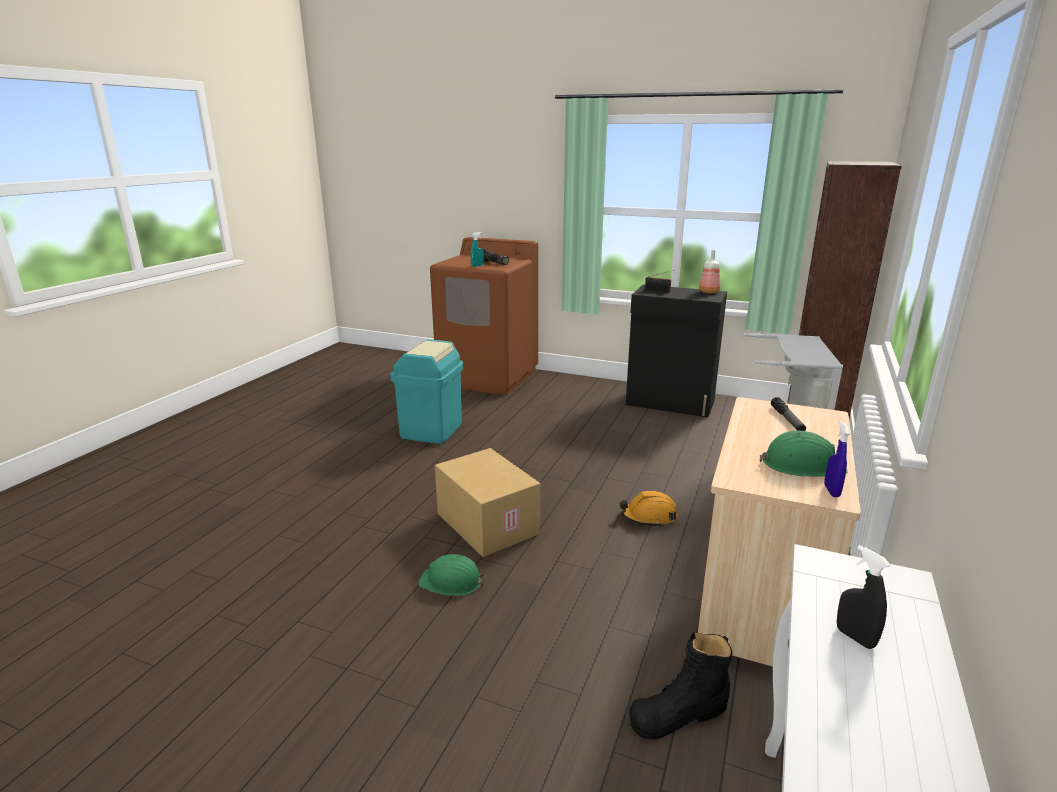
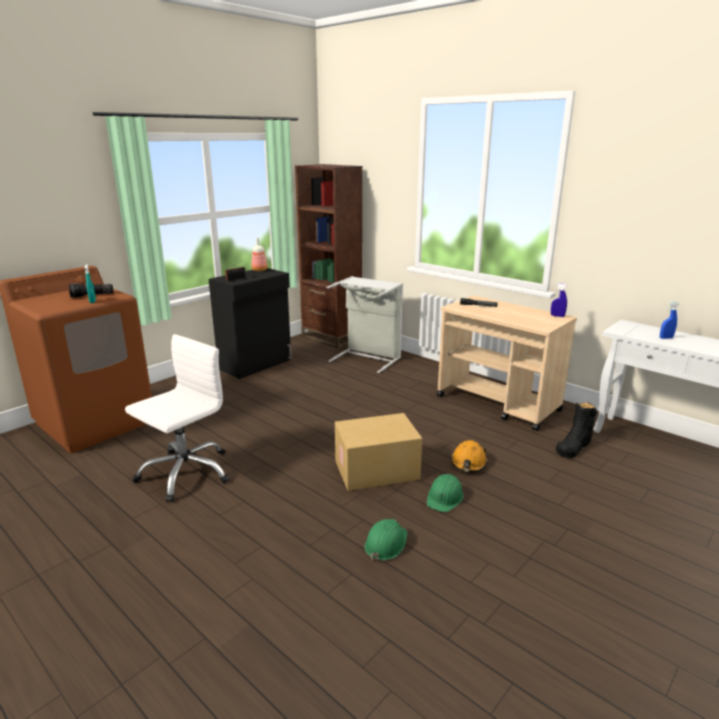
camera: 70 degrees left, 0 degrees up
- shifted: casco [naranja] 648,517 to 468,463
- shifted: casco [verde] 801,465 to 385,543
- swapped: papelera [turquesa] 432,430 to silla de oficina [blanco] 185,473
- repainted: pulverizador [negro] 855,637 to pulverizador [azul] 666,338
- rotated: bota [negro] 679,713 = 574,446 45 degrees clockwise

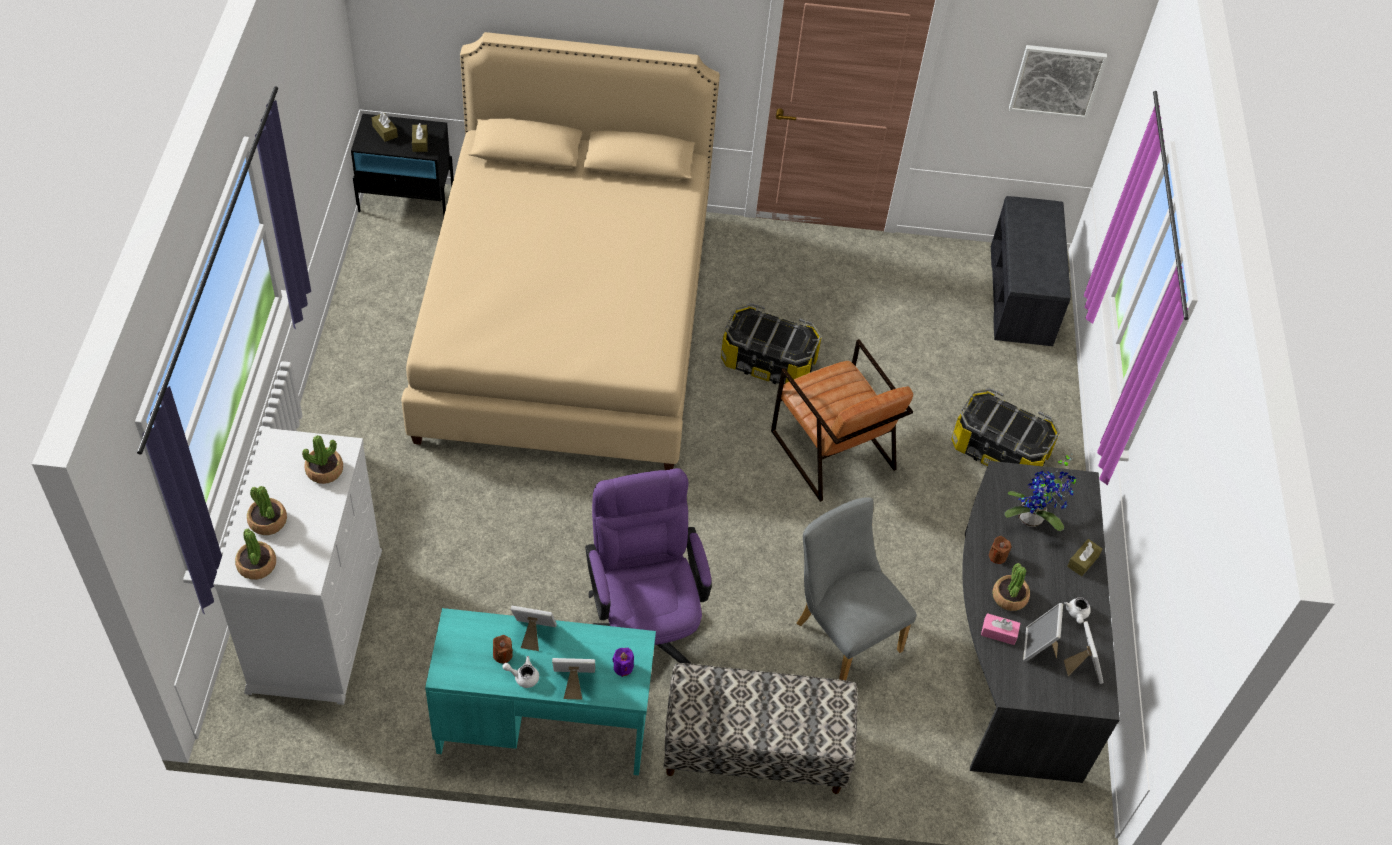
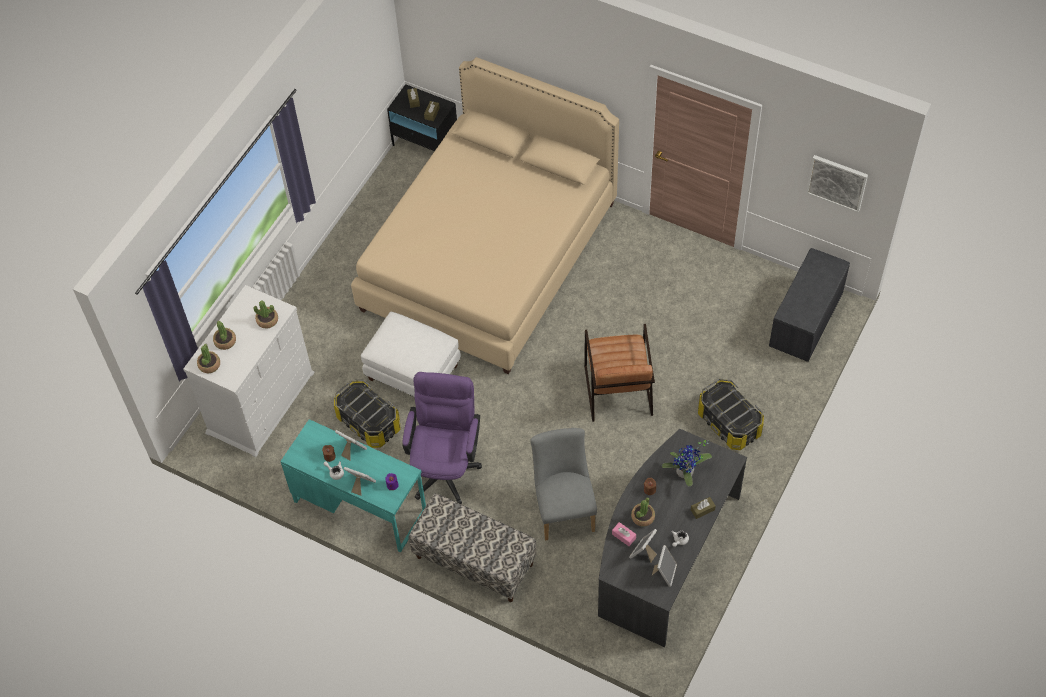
camera: 30 degrees right, 5 degrees up
- new: puf [blanco] 414,372
- shifted: caja de almacenaje 768,363 to 368,422

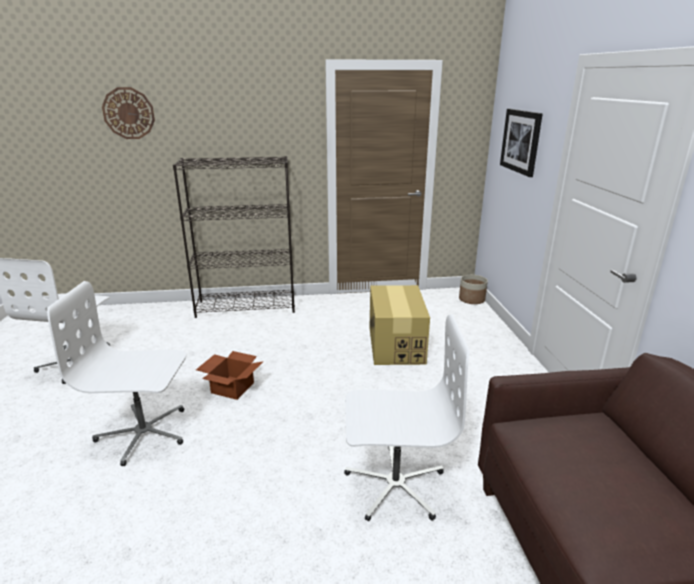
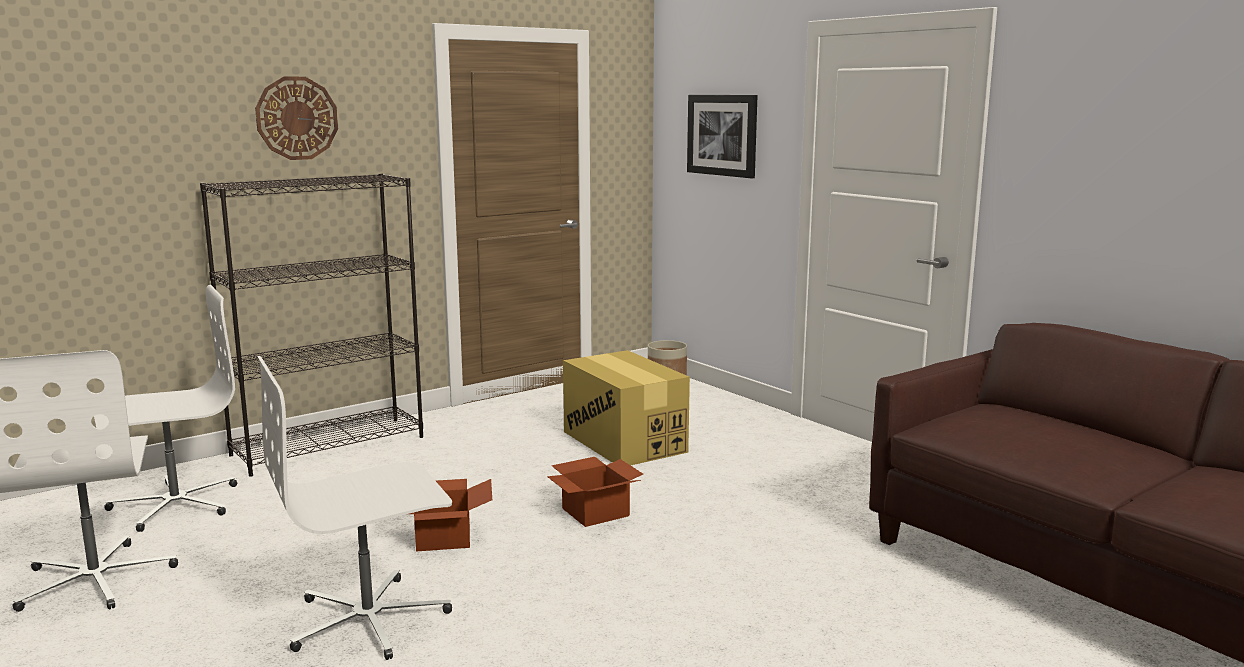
camera: 30 degrees left, 10 degrees down
- new: caja de cartón 595,511
- shifted: reloj de pared 128,113 to 297,118
- shifted: silla de oficina [blanco] 394,484 to 174,504

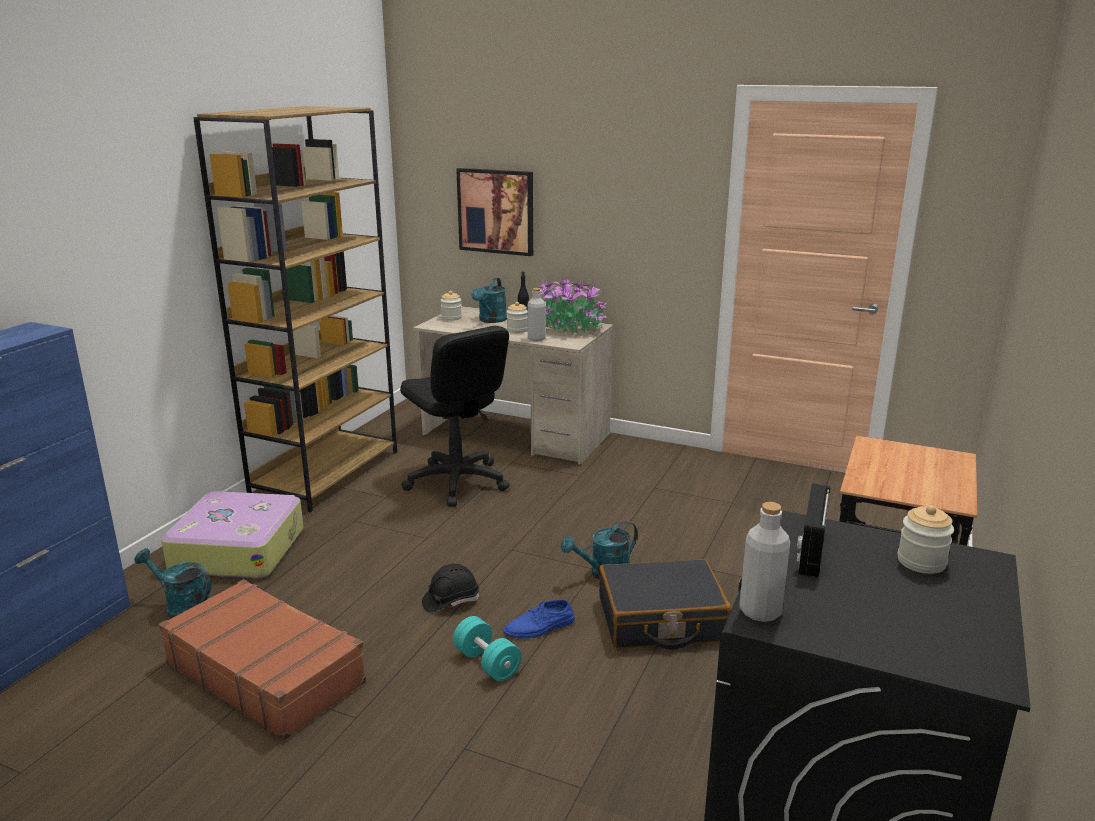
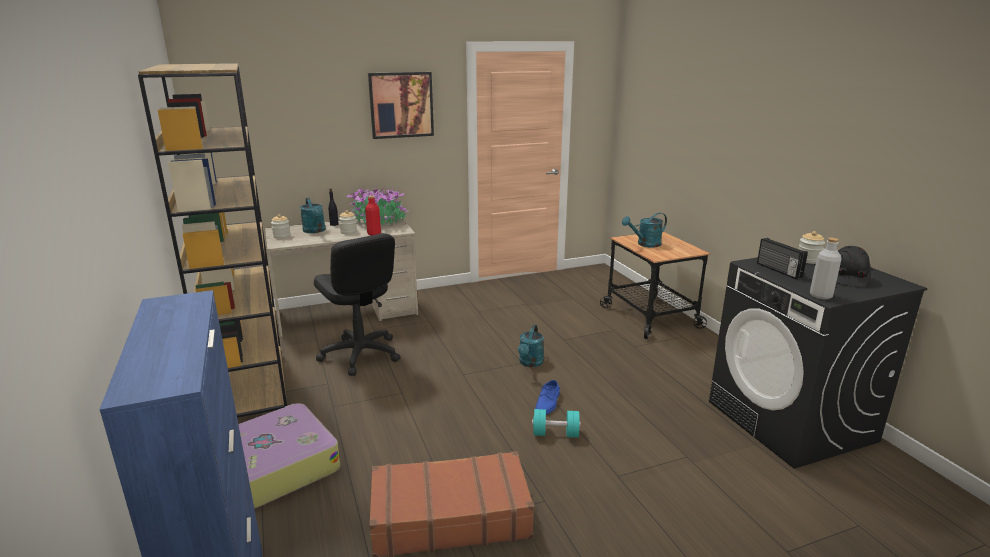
camera: 45 degrees left, 0 degrees up
- gone: maleta [negro] 661,620
- shifted: regadera [turquesa] 182,607 to 645,244
- shifted: casco [negro] 450,601 to 847,278
- shifted: cuadro 496,211 to 401,105
- repainted: botella [gris] 536,339 to botella [rojo] 374,233
- rotated: silla de oficina [negro] 456,482 = 360,354 45 degrees clockwise

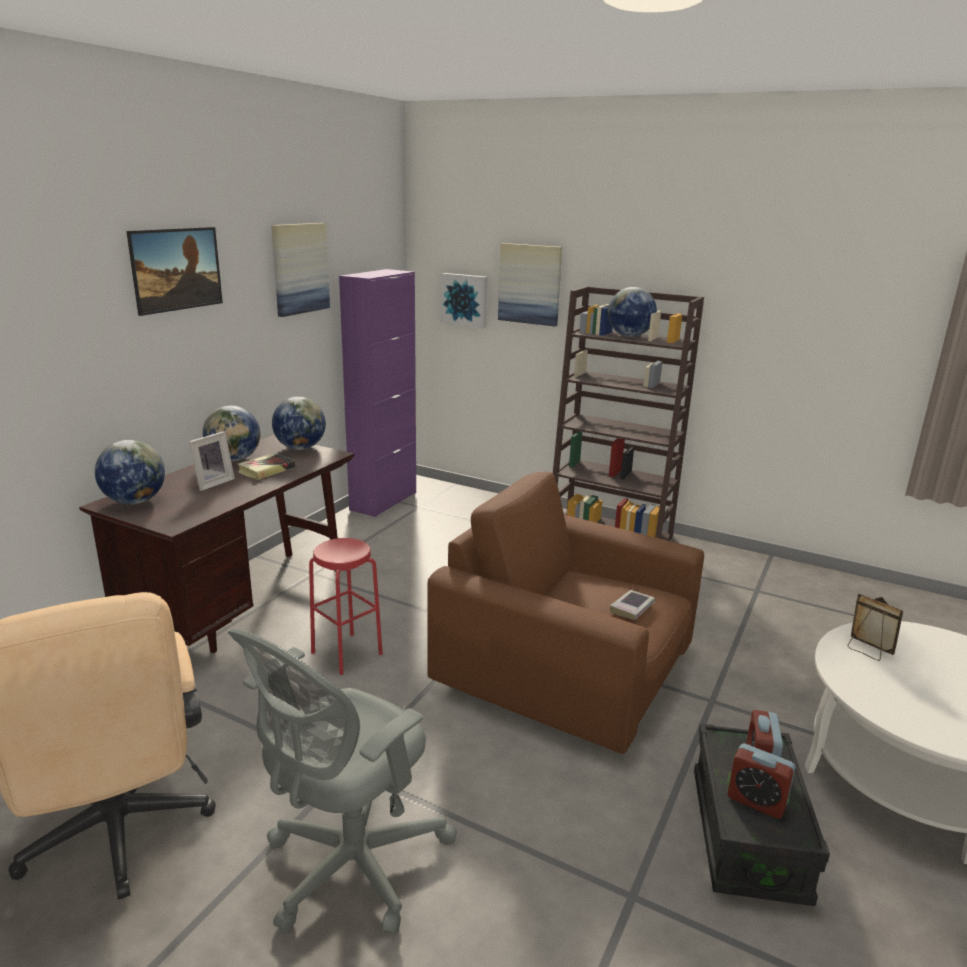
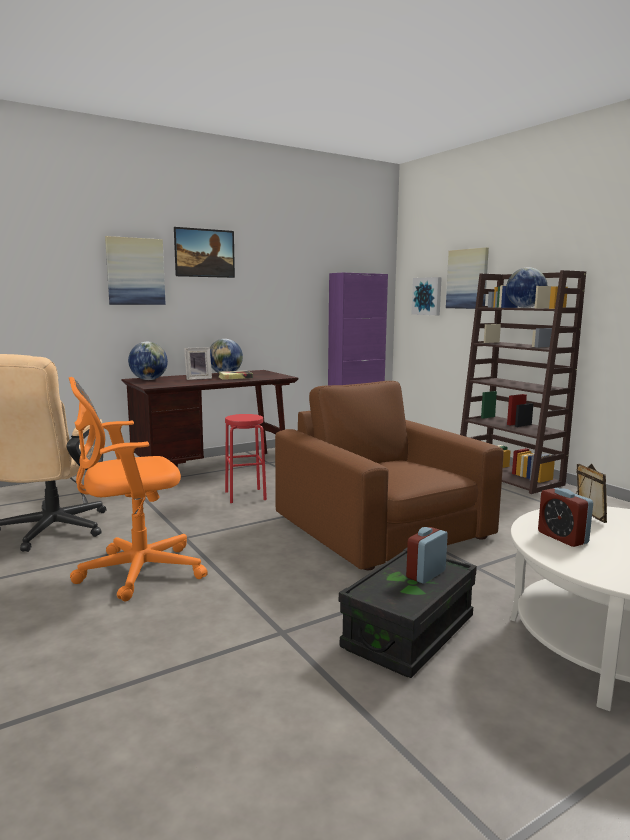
camera: 30 degrees right, 10 degrees down
- gone: globo terráqueo 300,448
- gone: libro 632,608
- shifted: cuadro 300,268 to 135,271
- shifted: despertador 756,801 to 562,538
- repainted: silla de oficina [gris] 349,868 to silla de oficina [naranja] 134,572

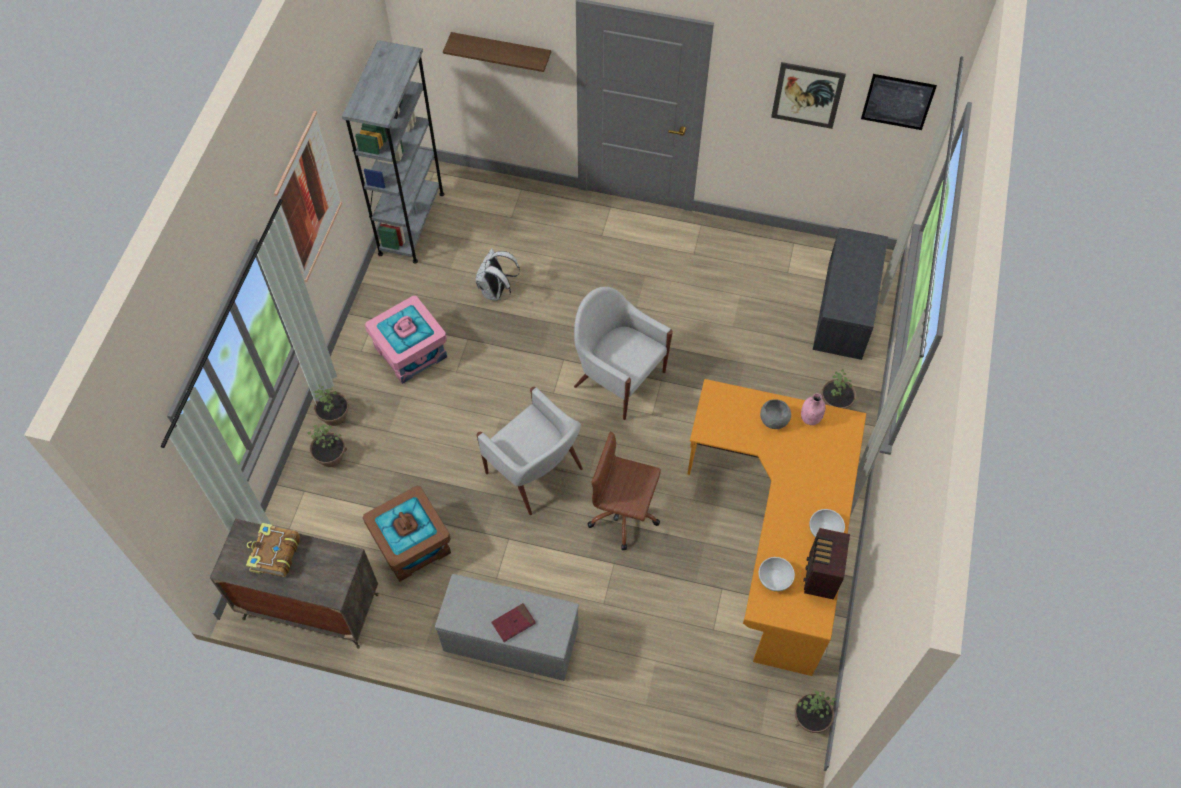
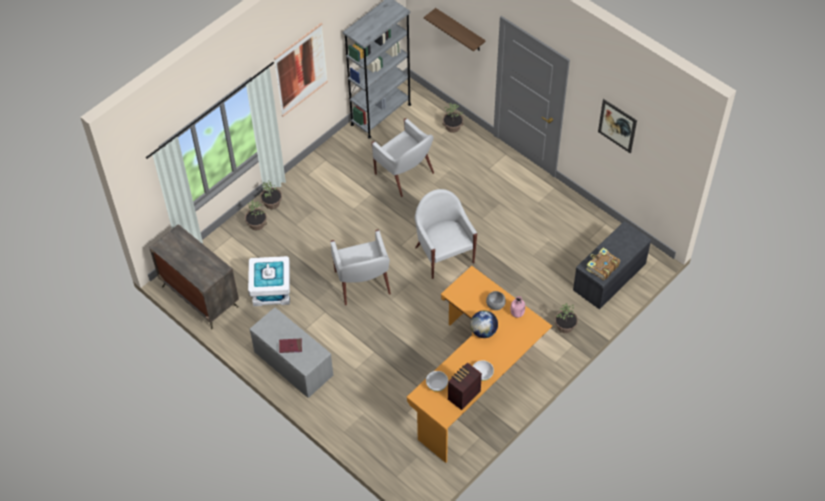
camera: 30 degrees right, 5 degrees down
- gone: caja de almacenaje [rosa] 410,351
- gone: silla de oficina [marrón] 625,514
- gone: cuadro 898,101
- new: globo terráqueo 483,331
- shifted: libro 274,554 to 602,267
- shifted: planta en maceta 811,719 to 452,127
- swapped: mochila [blanco] 496,291 to sillón [blanco] 405,174
- repainted: caja de almacenaje [marrón] 411,544 to caja de almacenaje [blanco] 271,290

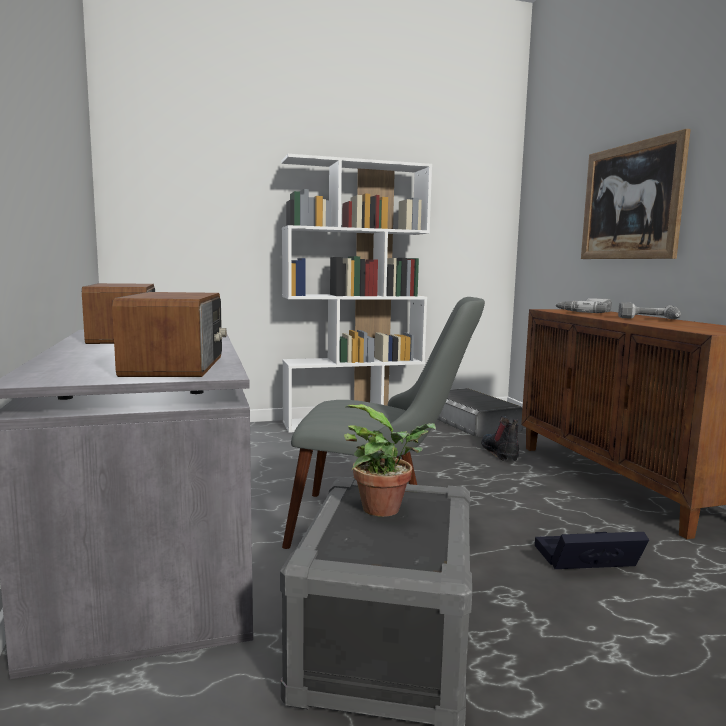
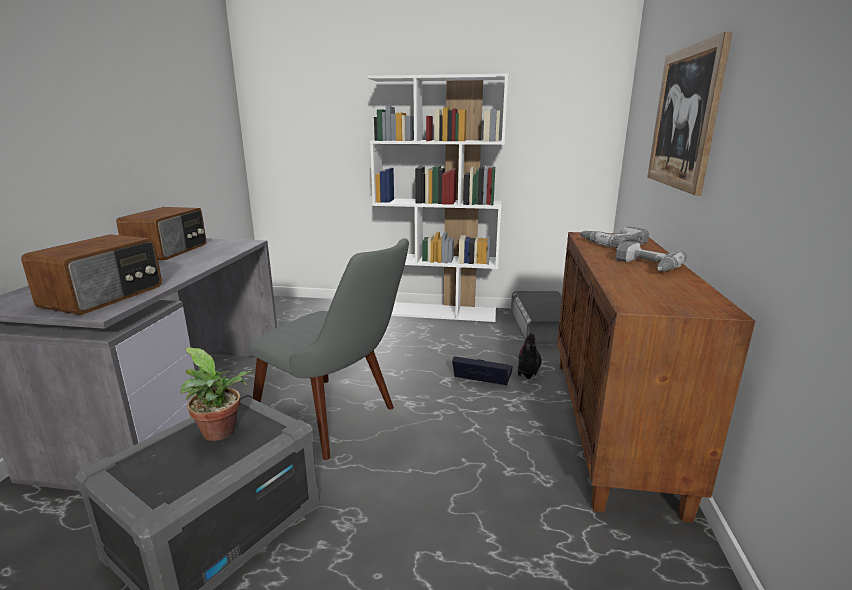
camera: 25 degrees right, 10 degrees up
- shifted: caja de almacenaje [negro] 585,560 to 480,376

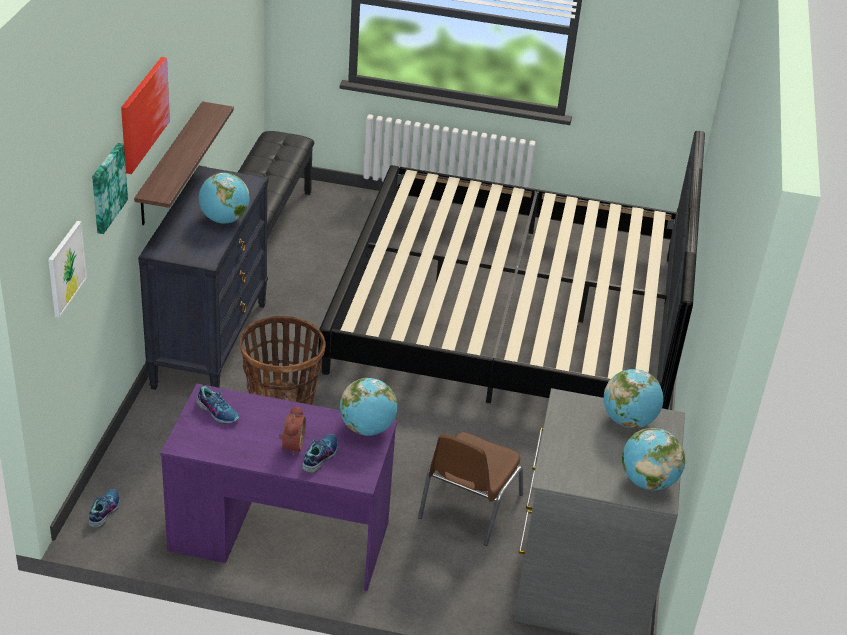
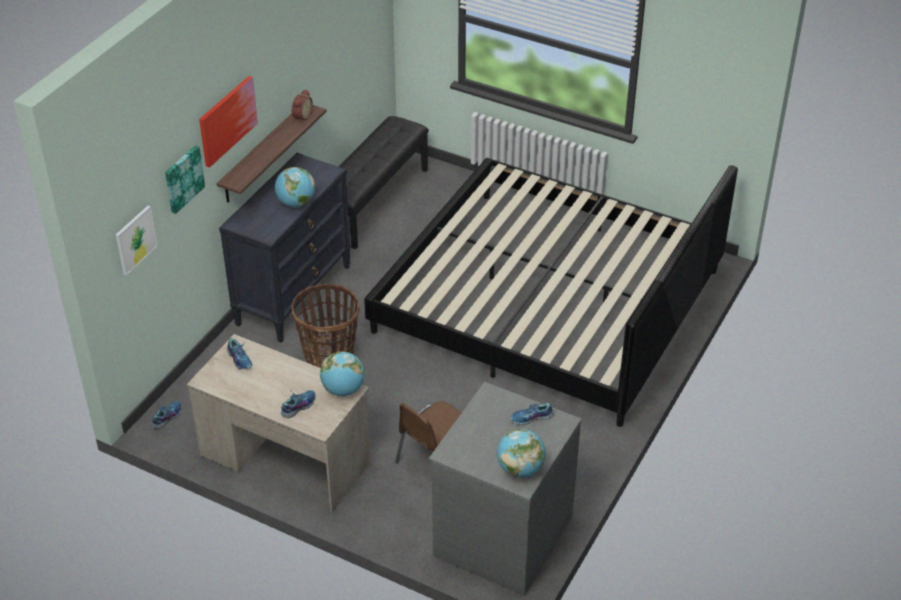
camera: 20 degrees right, 5 degrees up
- shifted: despertador 291,445 to 301,116
- swapped: globo terráqueo 628,421 to zapato 531,418
- repainted: escritorio [morado] 279,537 to escritorio [beis] 285,459

